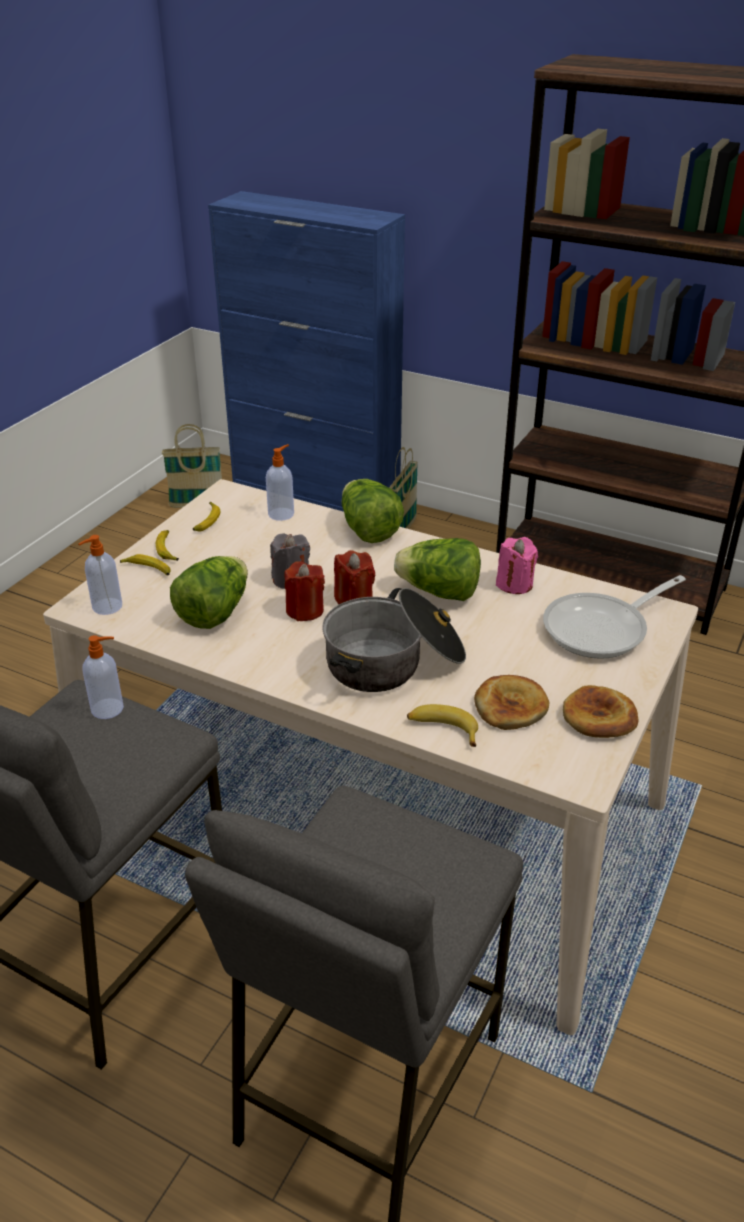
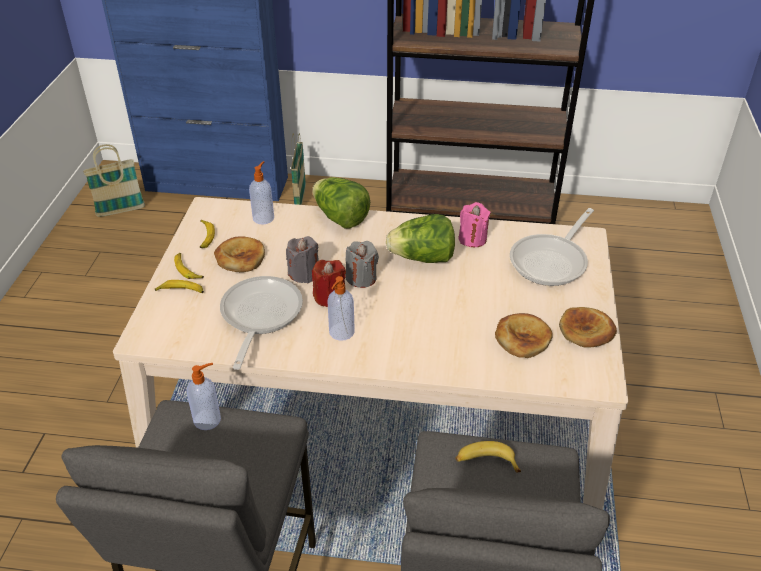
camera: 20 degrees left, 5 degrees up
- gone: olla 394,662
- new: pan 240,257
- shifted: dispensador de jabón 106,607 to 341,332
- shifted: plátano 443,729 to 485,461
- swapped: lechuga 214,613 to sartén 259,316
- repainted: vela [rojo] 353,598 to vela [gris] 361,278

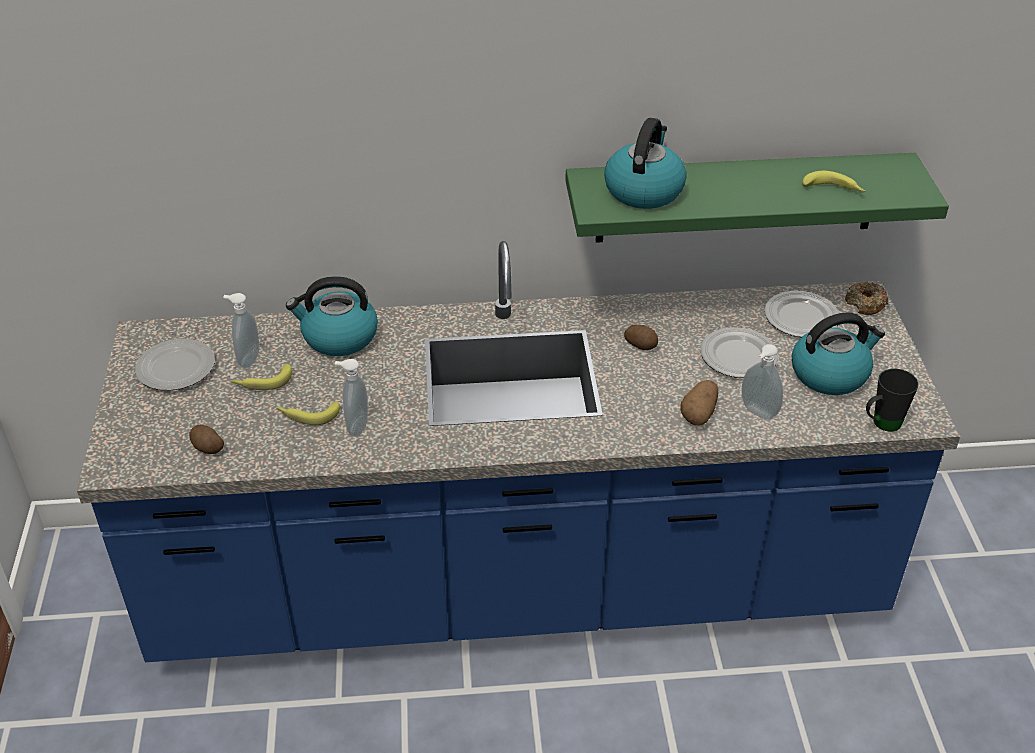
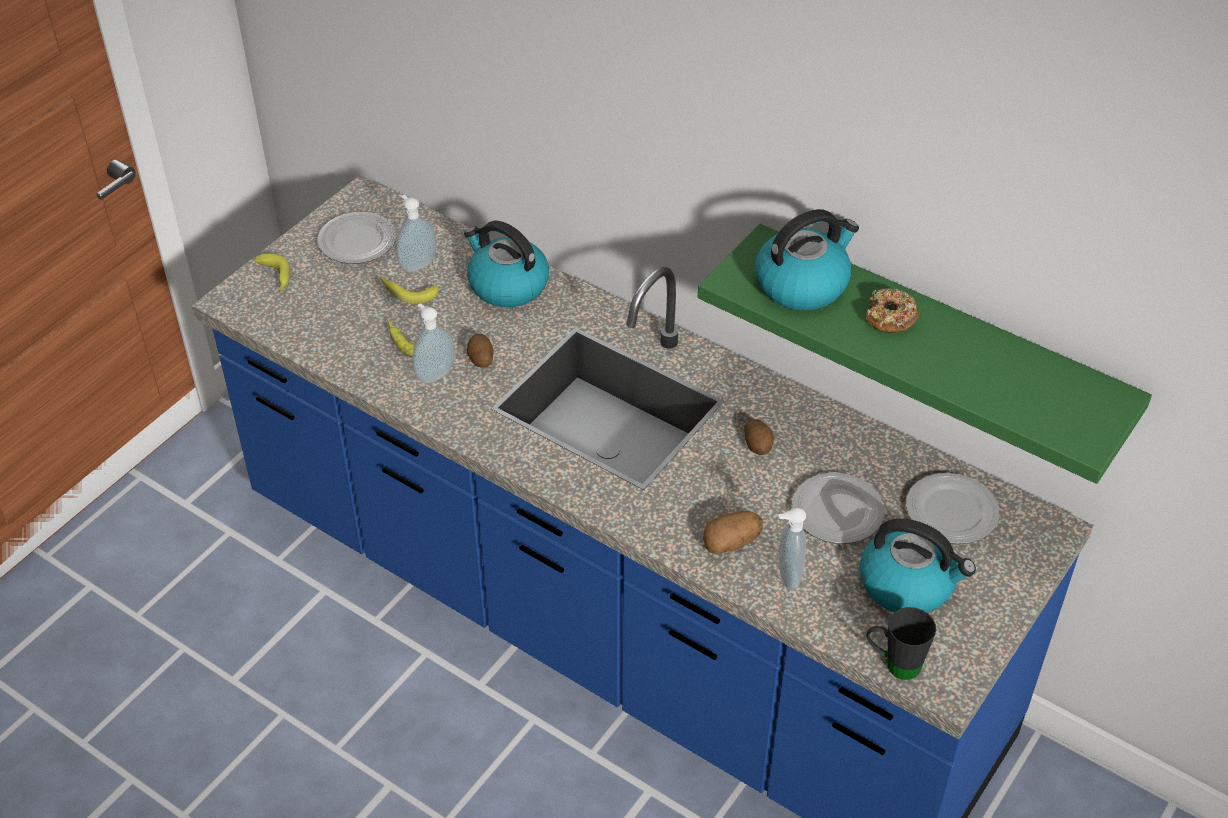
camera: 40 degrees right, 5 degrees up
- shifted: patata 207,448 to 480,358
- shifted: plátano 833,190 to 275,278
- shifted: rosquilla 865,304 to 890,318

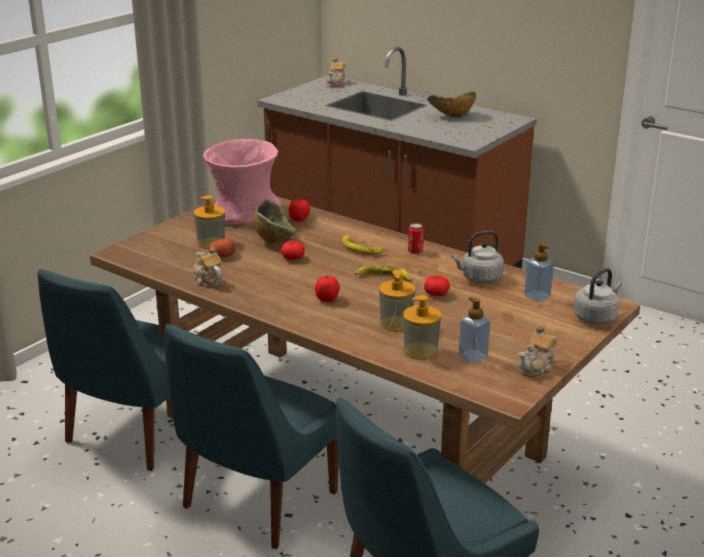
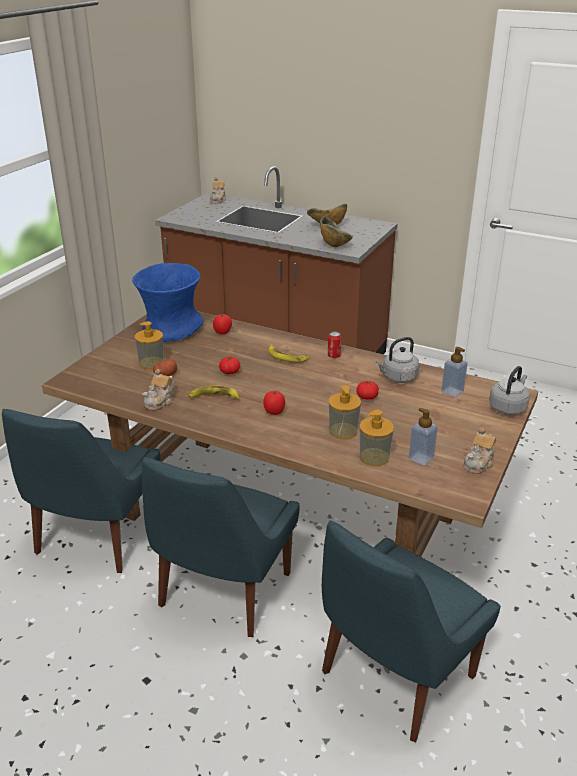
camera: 10 degrees left, 5 degrees up
- shifted: cuenco 274,239 to 334,244
- shifted: plátano 382,277 to 214,397
- repainted: florero [rosa] 244,212 to florero [azul] 171,329
- rotated: tetera 208,280 = 160,402 105 degrees counterclockwise

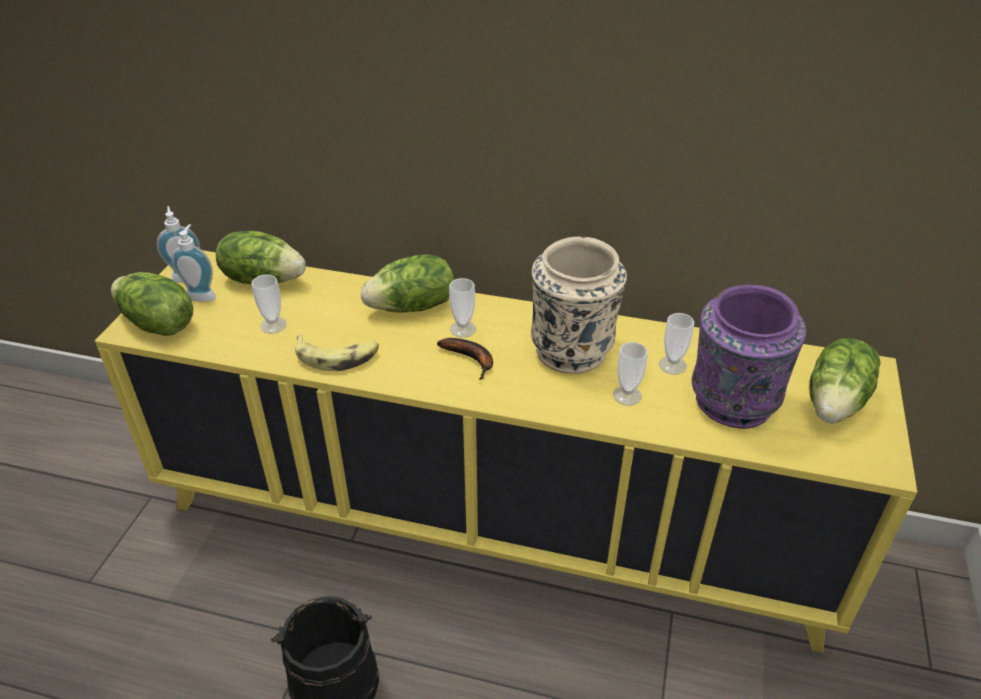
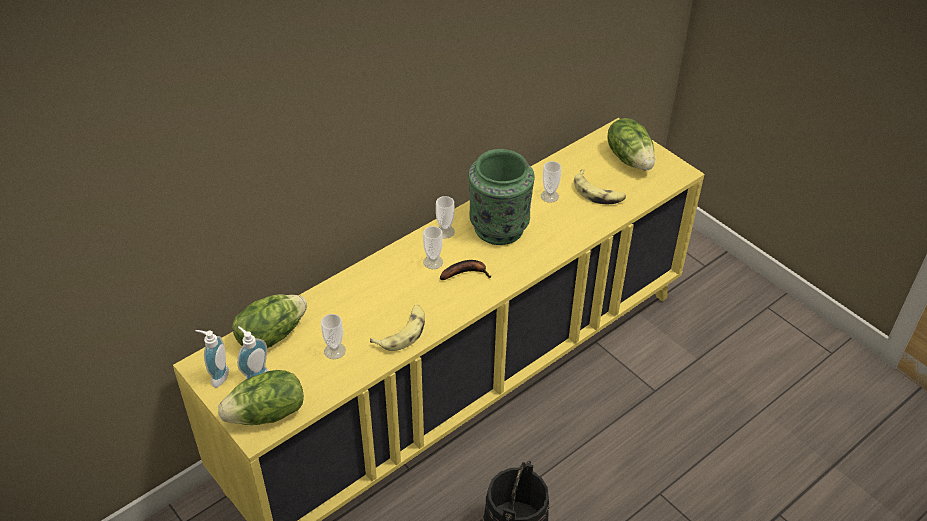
camera: 55 degrees left, 5 degrees up
- gone: lechuga 413,307
- shifted: taza 627,395 to 445,232
- swapped: florero [morado] 732,403 to plátano 598,193
- repainted: florero [beis] 572,350 to florero [verde] 499,226

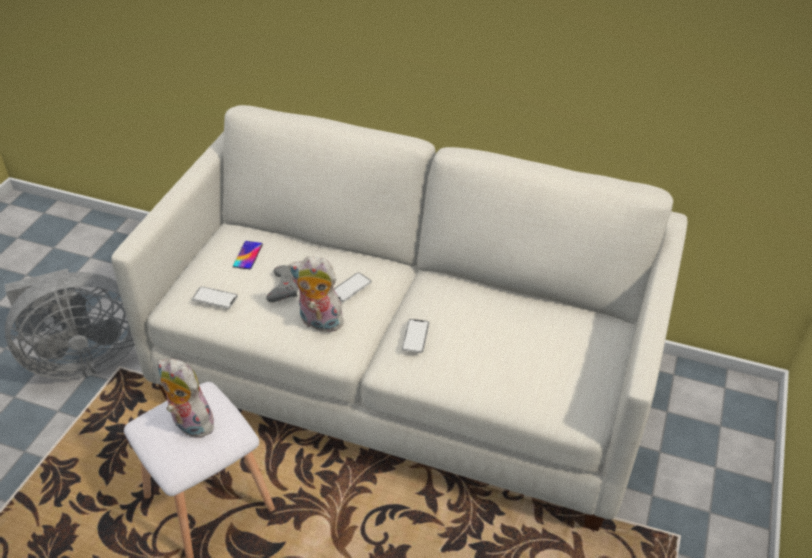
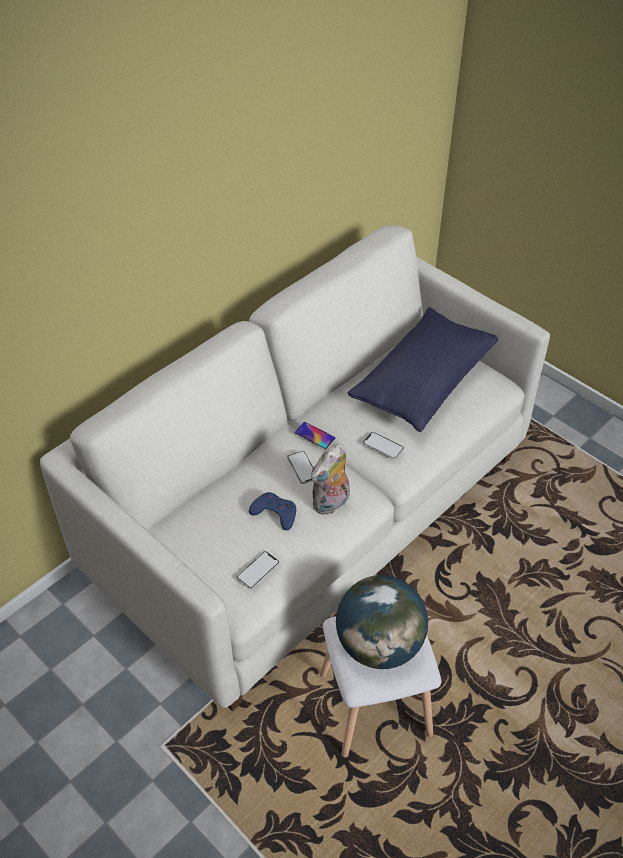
camera: 65 degrees left, 5 degrees up
- gone: ventilador [gris] 82,359
- new: cojín [azul] 423,382
- shifted: móvil 248,255 to 315,435
- swapped: peluche 189,424 to globo terráqueo 378,644
- repainted: mando de consola [gris] 285,287 to mando de consola [azul] 275,513

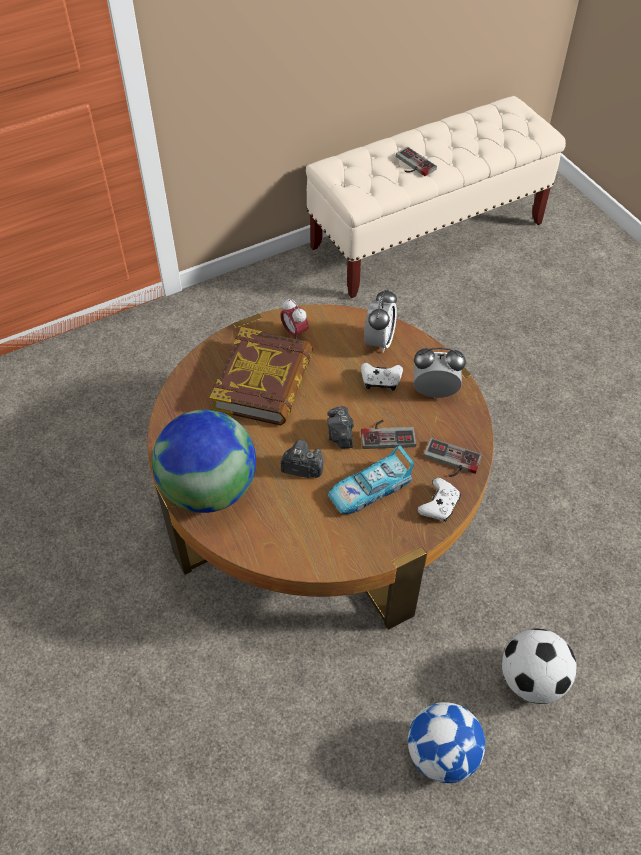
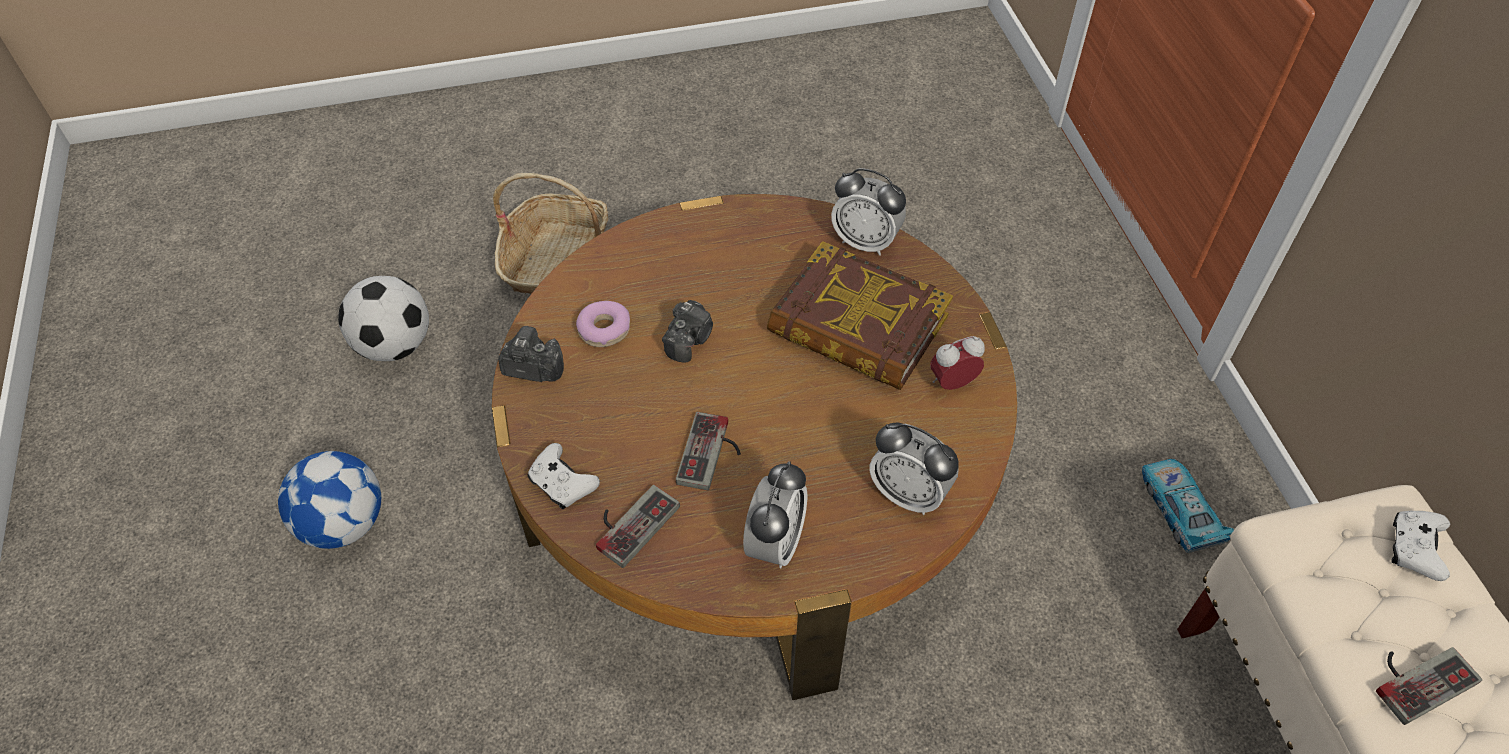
camera: 105 degrees right, 0 degrees up
- gone: globo terráqueo 209,489
- new: cesta 557,259
- new: rosquilla 604,329
- new: despertador 865,241
- shifted: cámara 340,435 to 533,368
- shifted: coche de juguete 369,489 to 1179,511
- shifted: mando de consola [blanco] 380,381 to 1414,549
- shifted: balón de fútbol 531,679 to 395,345

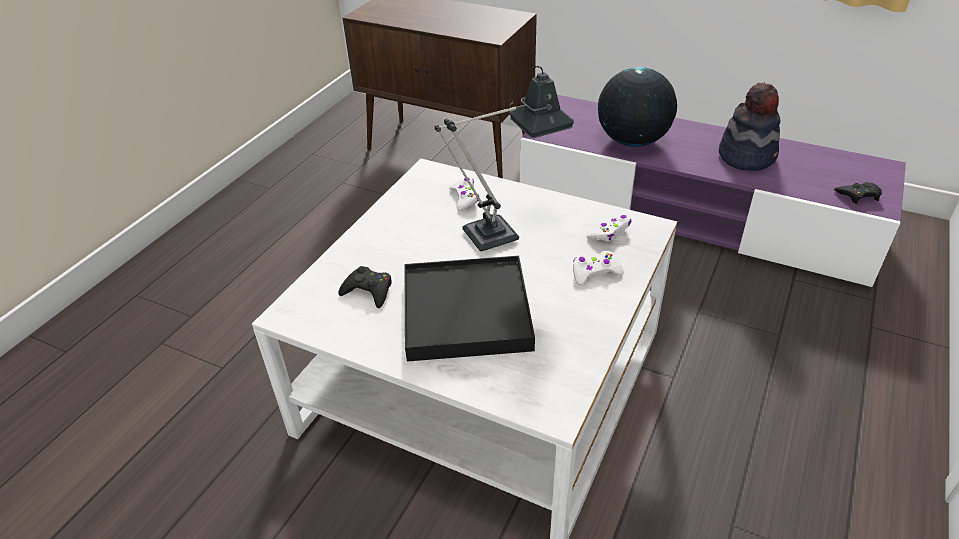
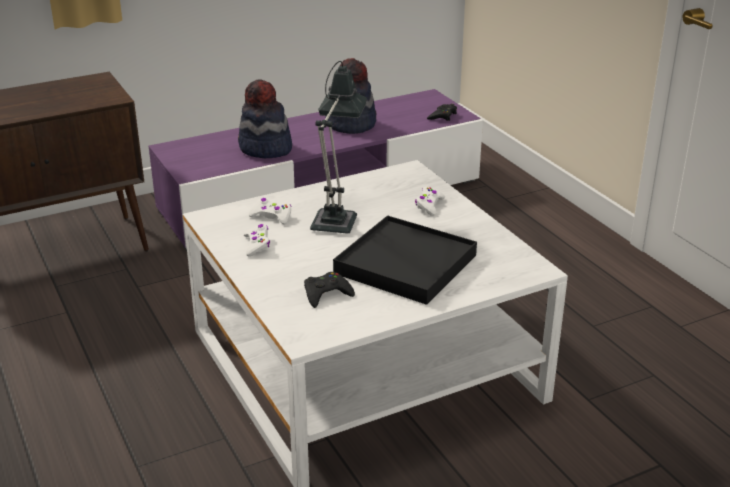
camera: 55 degrees left, 10 degrees down
- shifted: mando de consola [blanco] 610,232 to 257,245
- swapped: globo terráqueo 632,141 to sombrero 265,149

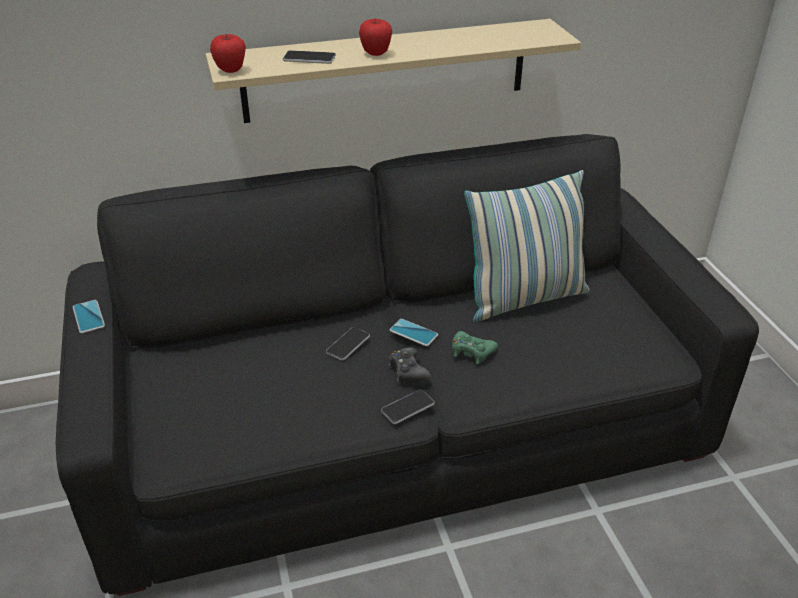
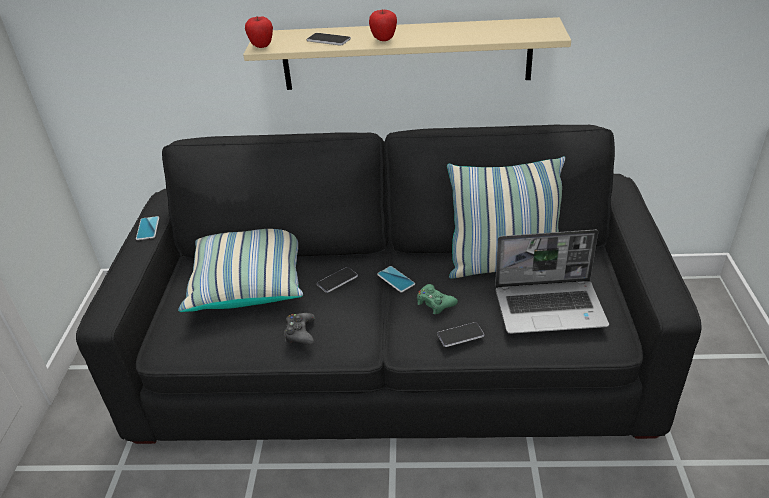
camera: 20 degrees right, 0 degrees up
- new: cojín 248,282
- new: portátil 550,307
- shifted: móvil 407,407 to 460,335
- shifted: mando de consola [negro] 408,370 to 300,333

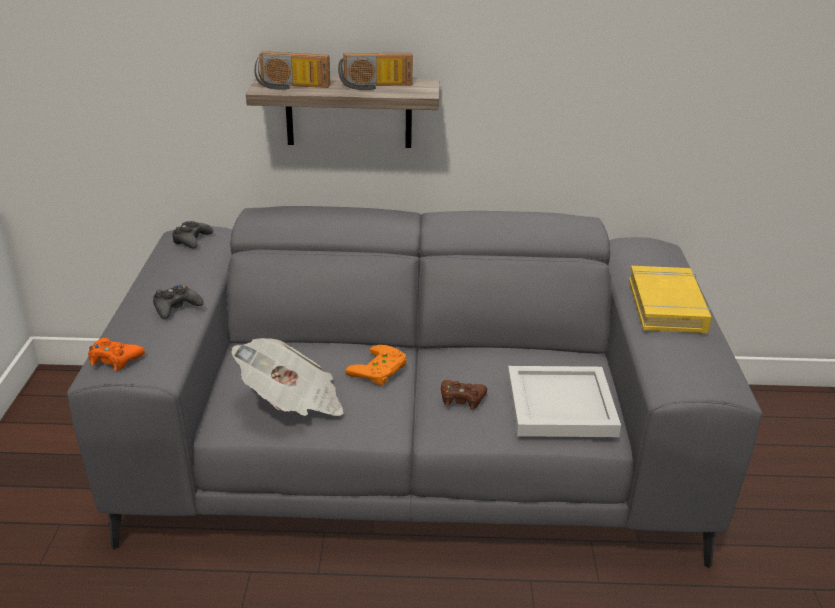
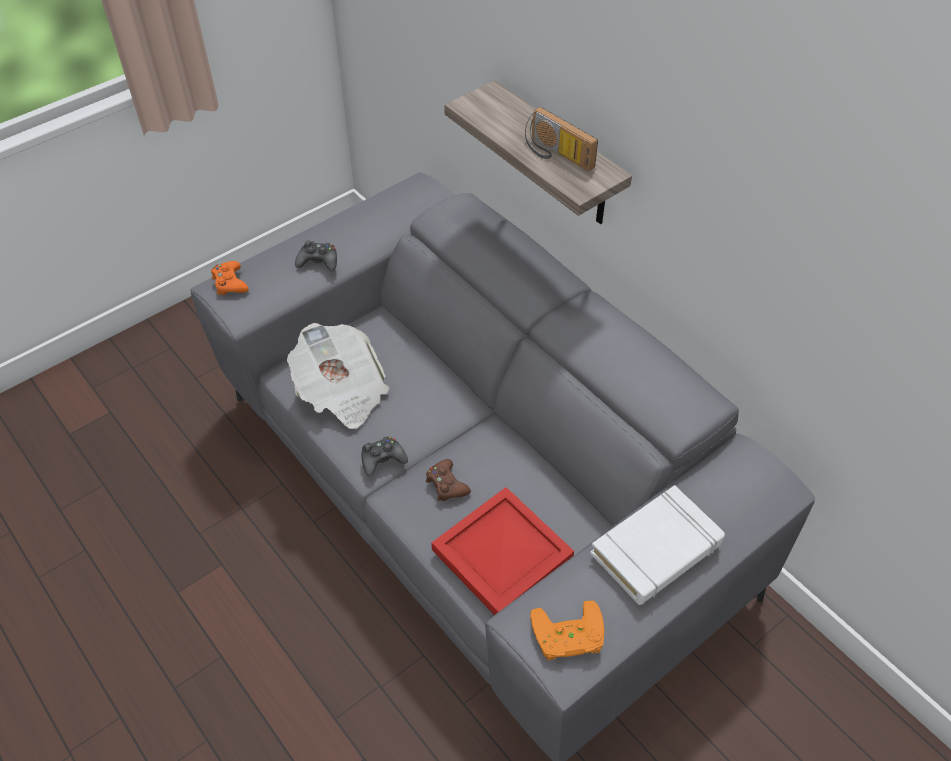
camera: 50 degrees right, 20 degrees up
- gone: radio 291,87
- shifted: mando de consola [negro] 192,240 to 382,459
- shifted: mando de consola [naranja] 380,370 to 568,637
- repainted: bandeja [blanco] 559,406 to bandeja [rojo] 499,554
- repainted: libro [amarillo] 667,306 to libro [blanco] 656,550

